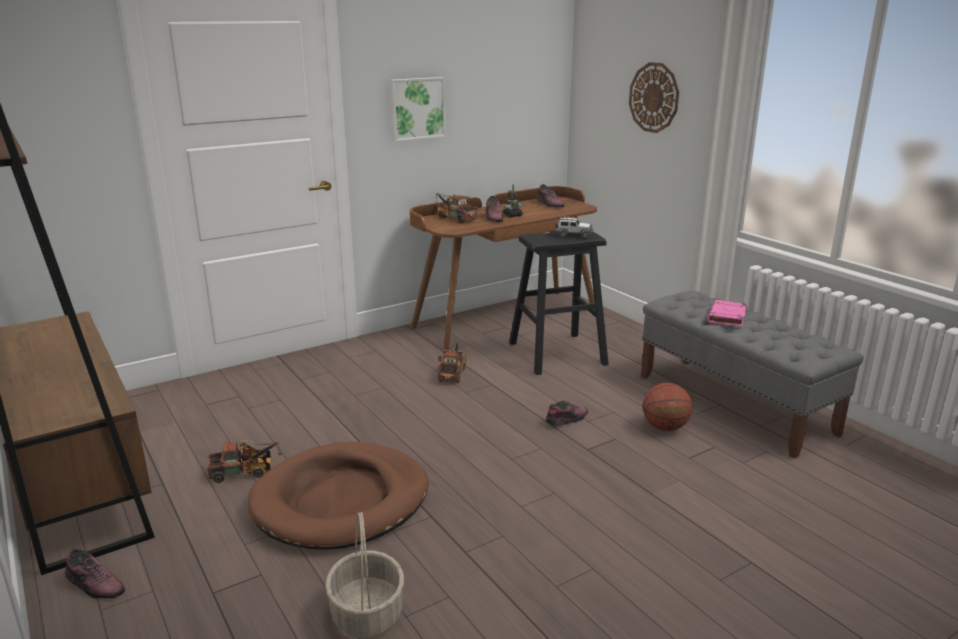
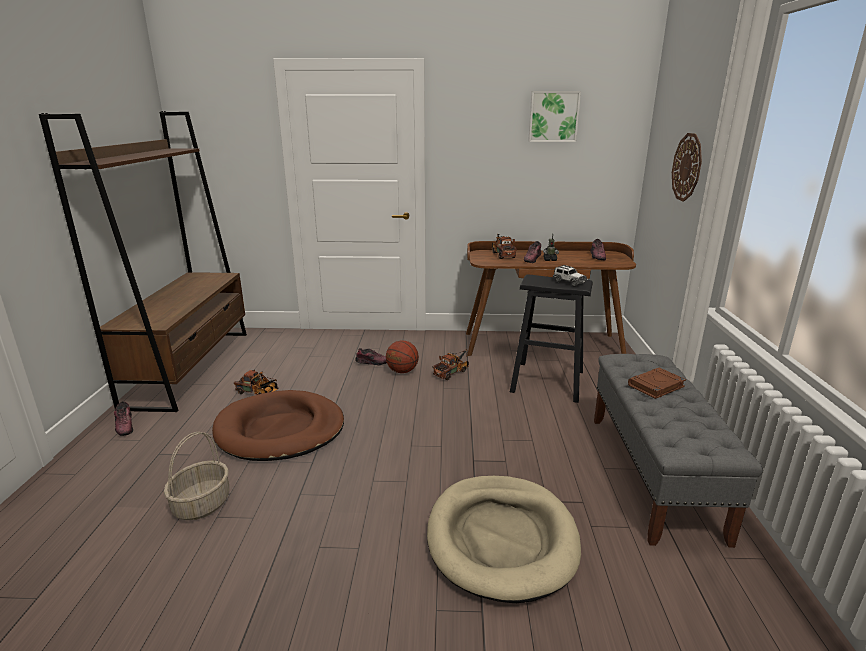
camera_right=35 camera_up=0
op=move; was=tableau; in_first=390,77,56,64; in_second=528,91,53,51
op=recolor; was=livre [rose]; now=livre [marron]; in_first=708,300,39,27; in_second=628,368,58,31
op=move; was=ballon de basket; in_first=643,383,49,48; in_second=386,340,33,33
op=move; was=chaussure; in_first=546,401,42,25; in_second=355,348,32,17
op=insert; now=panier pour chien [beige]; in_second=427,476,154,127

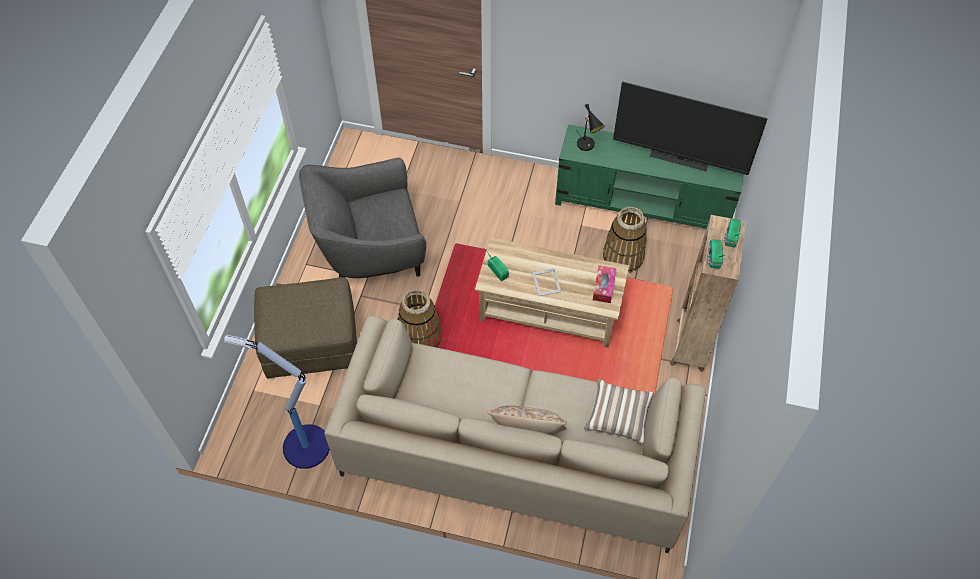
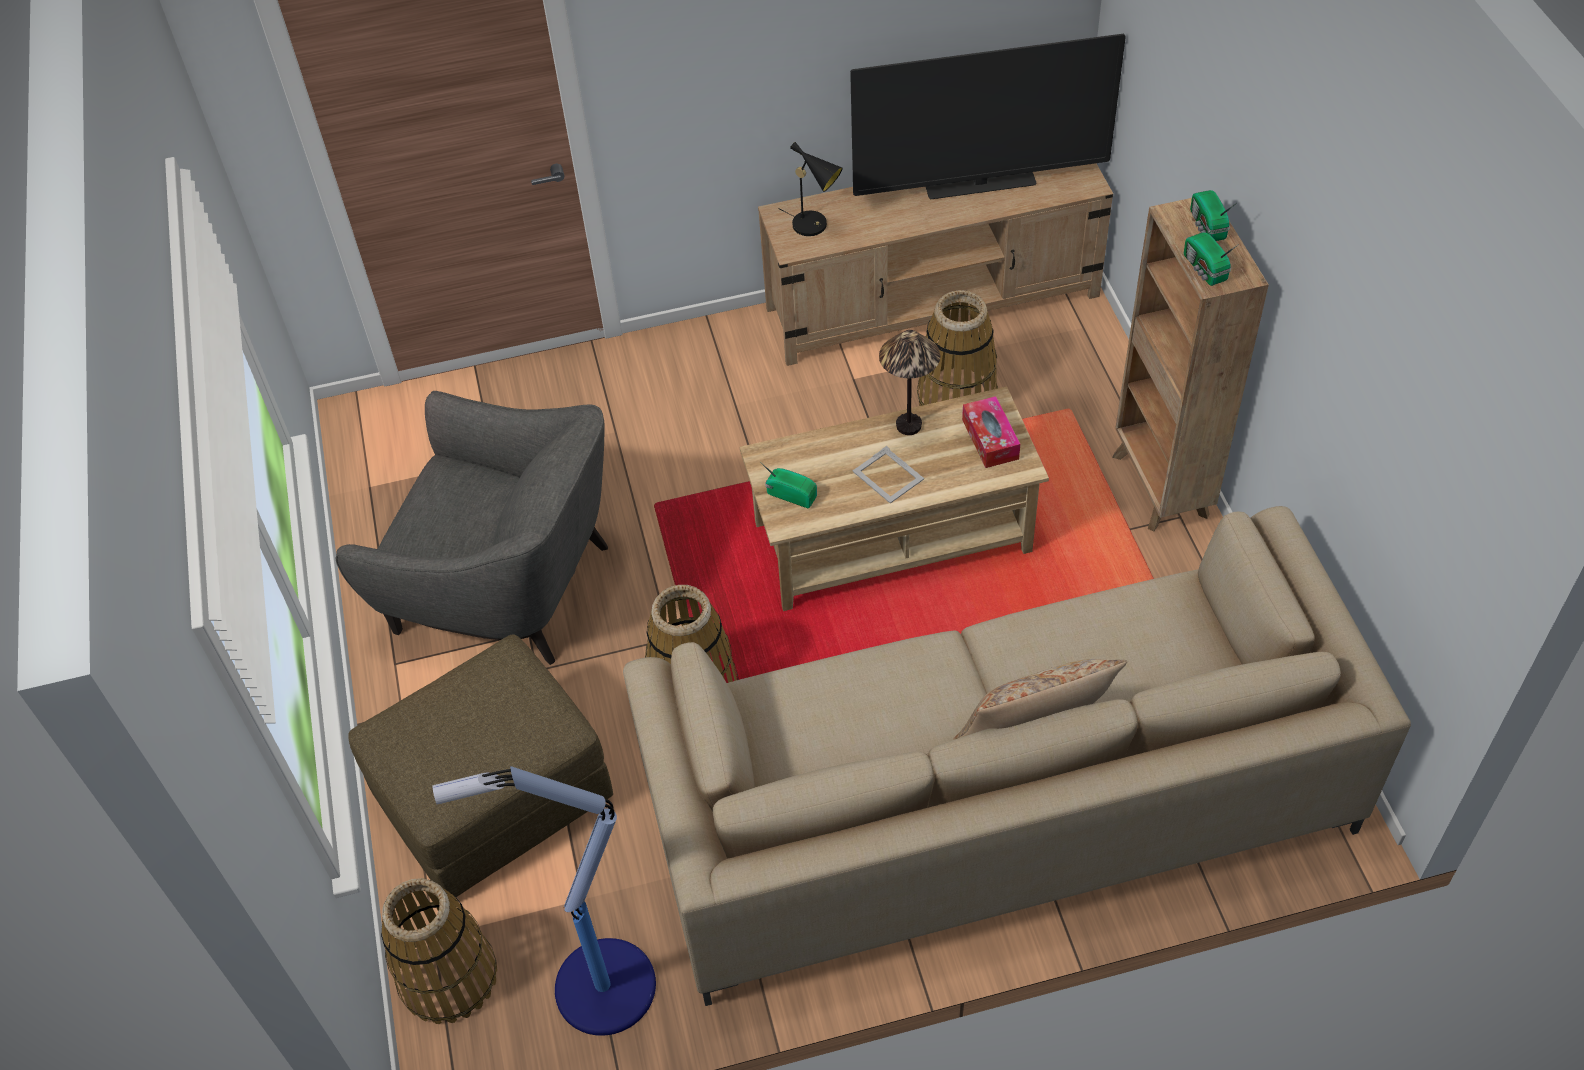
camera_right=-25 camera_up=-5
op=recolor; was=meuble télé [vert]; now=meuble télé [beige]; in_first=555,125,189,104; in_second=758,163,355,203
op=rotate; was=fauteuil [gris]; in_first=299,158,127,120; in_second=336,391,272,274; clockwise=-120
op=delete; was=coussin; in_first=584,379,70,65
op=insert; now=lampe de table; in_second=879,330,61,105
op=insert; now=panier; in_second=381,878,116,146

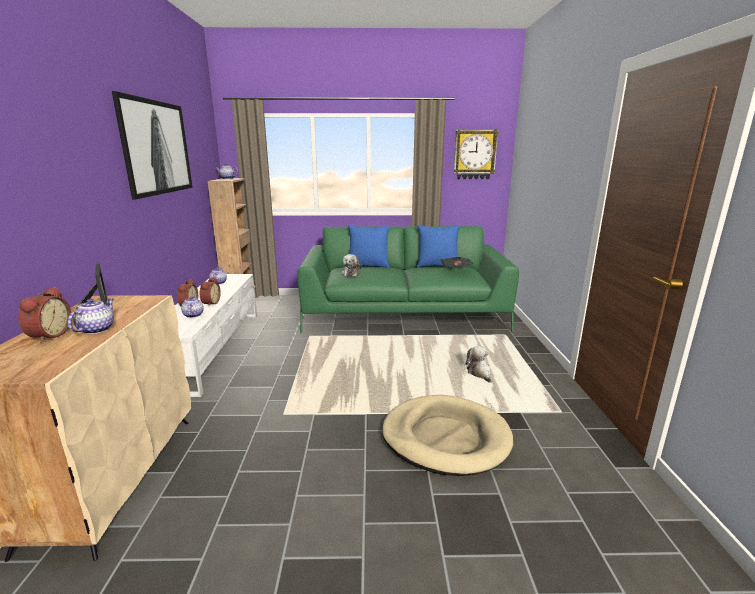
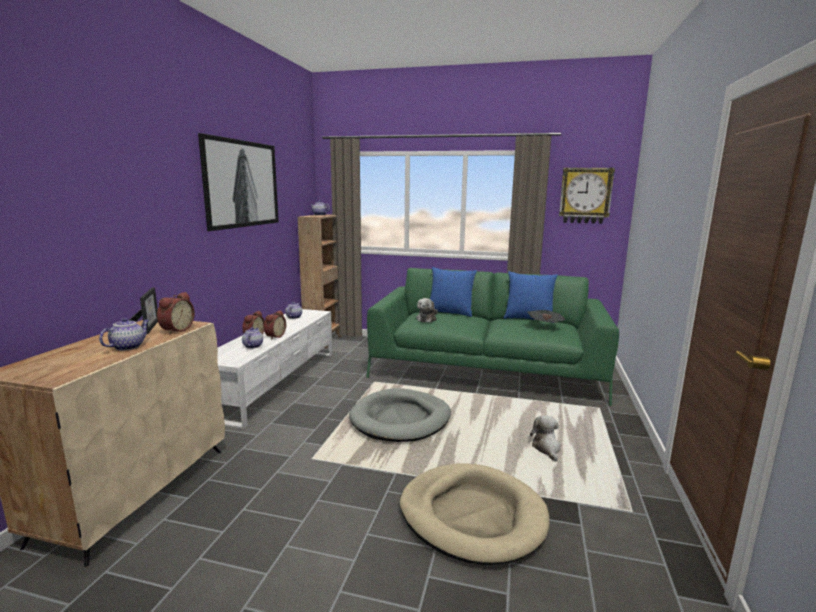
camera_right=15 camera_up=-5
op=move; was=réveil; in_first=18,287,53,56; in_second=157,292,38,42
op=insert; now=panier pour chien [gris]; in_second=349,388,102,54

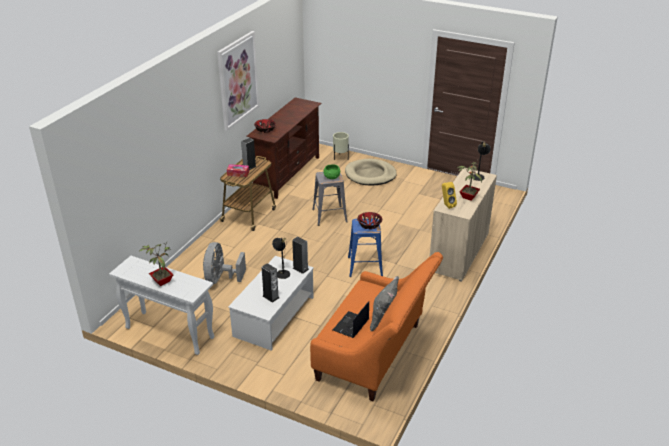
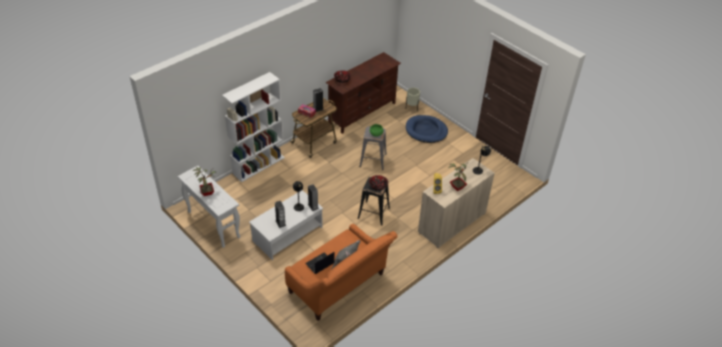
camera_right=20 camera_up=10
op=delete; was=tableau; in_first=217,31,42,100
op=recolor; was=panier pour chien [beige]; now=panier pour chien [bleu]; in_first=345,159,52,26; in_second=406,115,42,28
op=recolor; was=tabouret [bleu]; now=tabouret [noir]; in_first=348,218,35,59; in_second=358,177,32,49
op=delete; was=ventilateur [gris]; in_first=203,242,43,42
op=insert; now=bibliothèque [blanc]; in_second=222,72,63,110

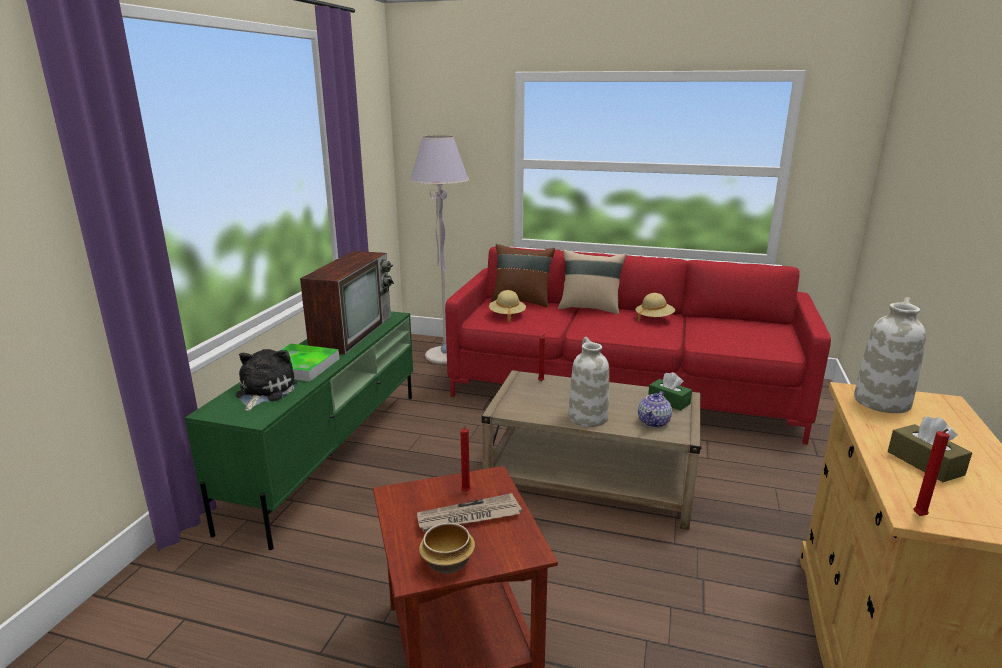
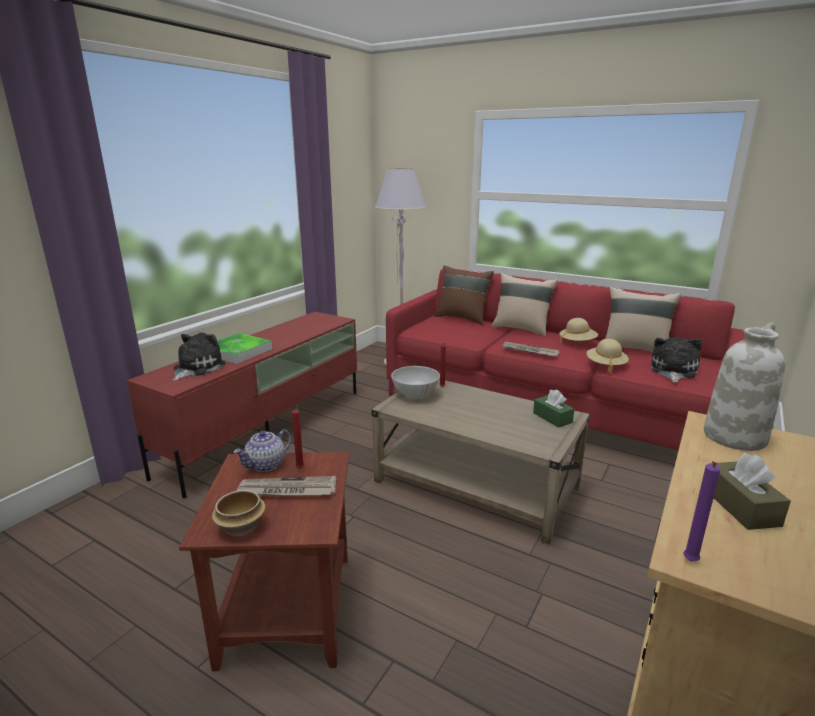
camera_right=15 camera_up=0
op=delete; was=téléviseur; in_first=300,251,94,104
op=move; was=chapeau [beige]; in_first=489,290,37,32; in_second=587,339,42,34
op=recolor; was=meuble télé [vert]; now=meuble télé [rouge]; in_first=185,311,228,239; in_second=127,312,230,186
op=delete; was=vase [blanc]; in_first=568,337,41,90
op=move; was=théière; in_first=638,391,34,37; in_second=233,429,59,43
op=recolor; was=bougie [rouge]; now=bougie [violet]; in_first=914,429,35,87; in_second=683,461,37,100
op=insert; now=coussin [beige]; in_second=605,287,76,65
op=insert; now=peluche; in_second=651,337,51,46
op=insert; now=journal; in_second=502,342,58,15
op=insert; now=bol [blanc]; in_second=391,366,49,33

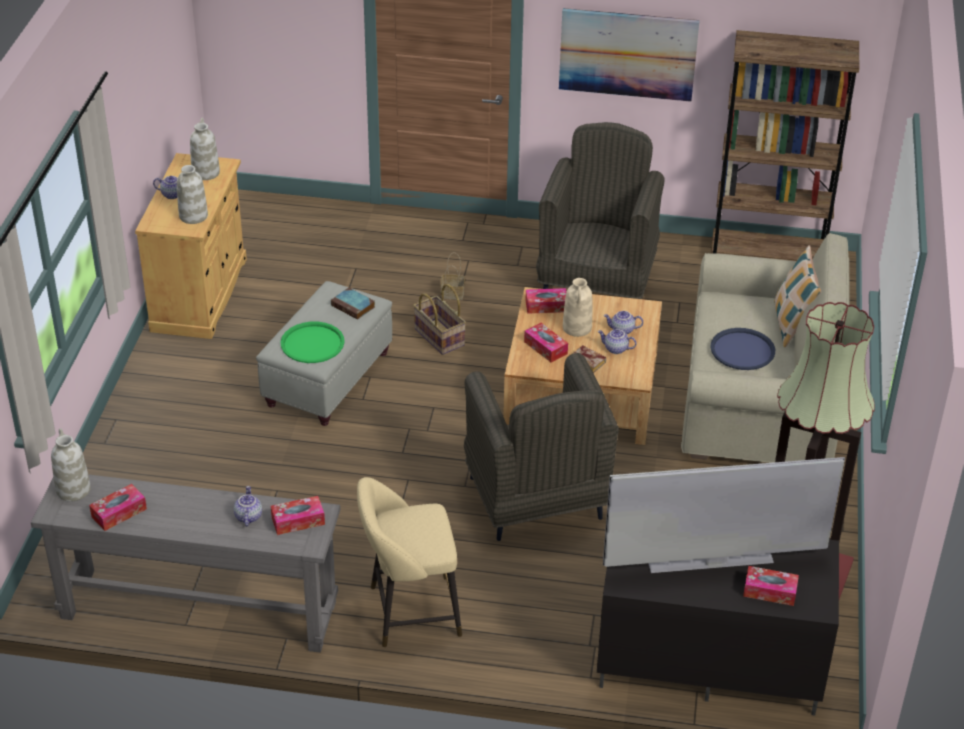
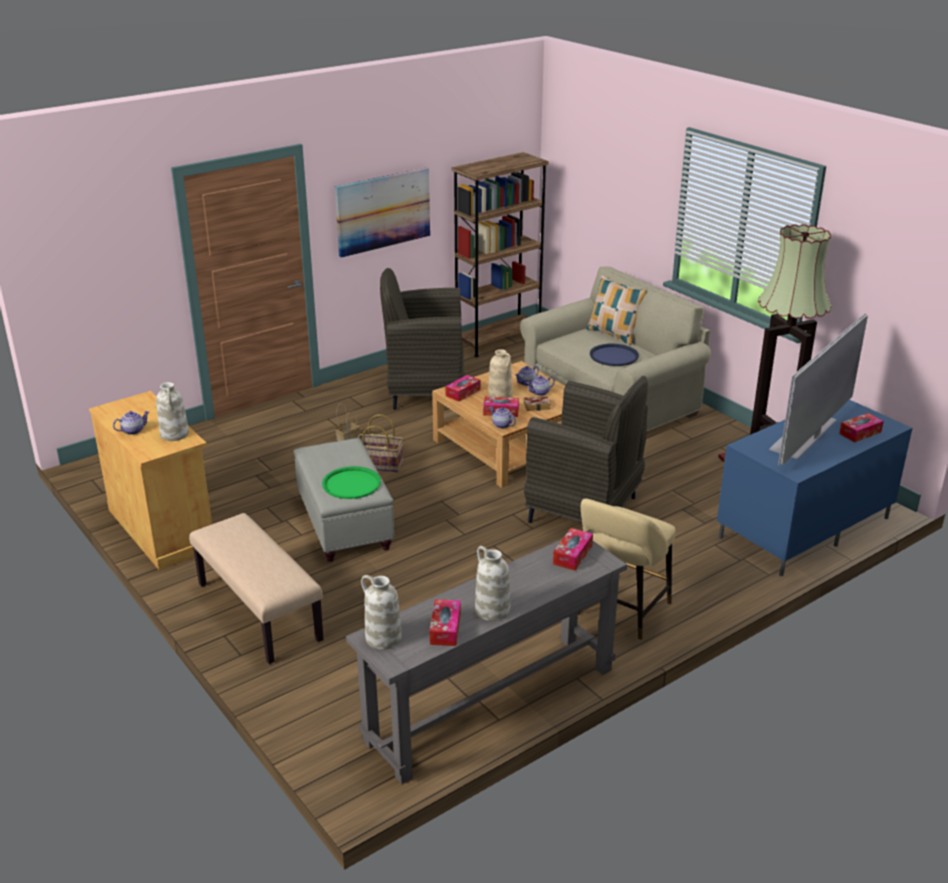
camera_right=-45 camera_up=-10
op=move; was=vase [blanc]; in_first=190,118,30,62; in_second=475,546,35,75
op=rotate; was=fauteuil [gris]; in_first=536,122,129,177; in_second=380,268,84,142; clockwise=-60
op=delete; was=livre; in_first=331,287,44,33
op=move; was=théière; in_first=234,486,28,40; in_second=489,406,27,22
op=recolor; was=meuble télé [noir]; now=meuble télé [bleu]; in_first=597,540,242,176; in_second=717,400,195,177
op=insert; now=banc [beige]; in_second=189,513,135,151

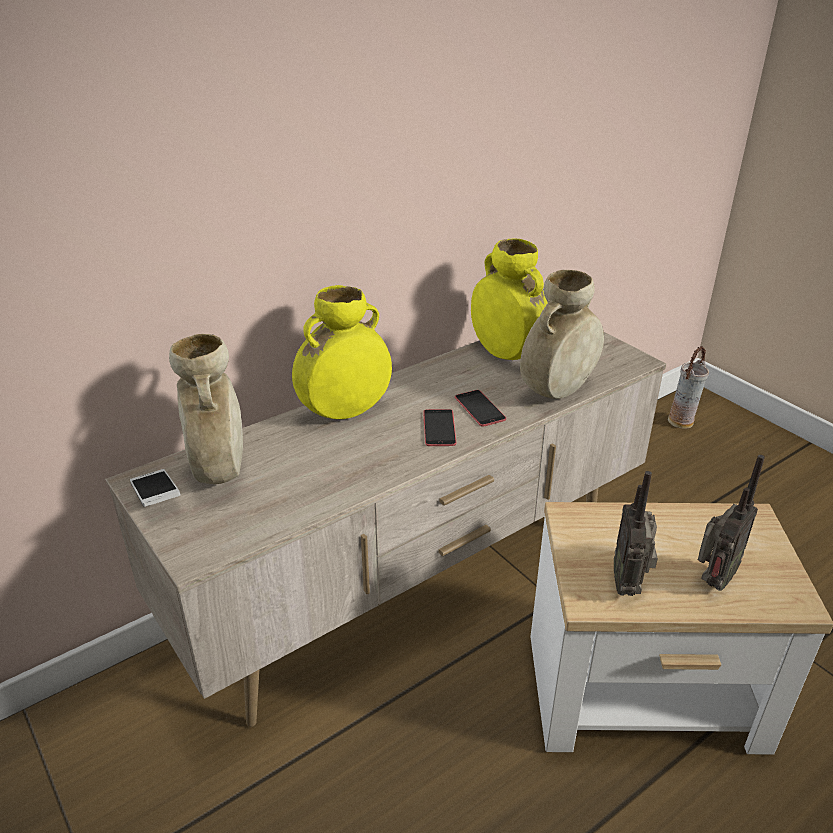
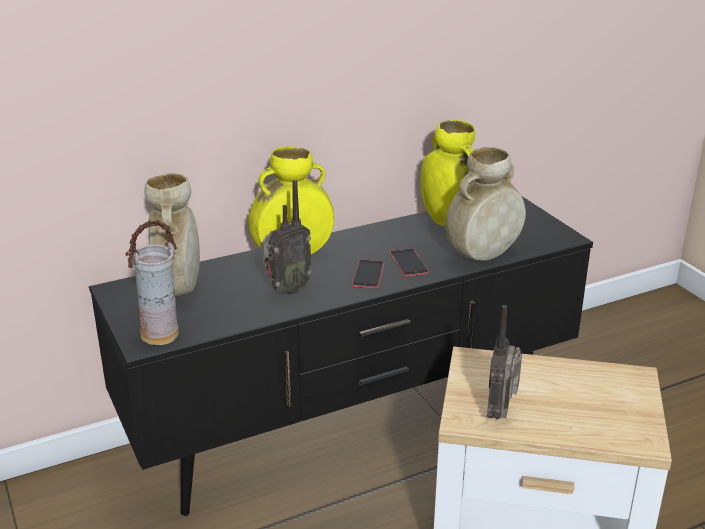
camera_right=10 camera_up=-5
op=recolor; was=meuble télé [beige]; now=meuble télé [noir]; in_first=105,332,561,395; in_second=89,197,504,319
op=move; was=vase; in_first=668,346,41,83; in_second=126,220,53,125
op=move; was=radio; in_first=698,455,67,136; in_second=262,180,50,115
op=delete; was=téléphone; in_first=130,469,50,38

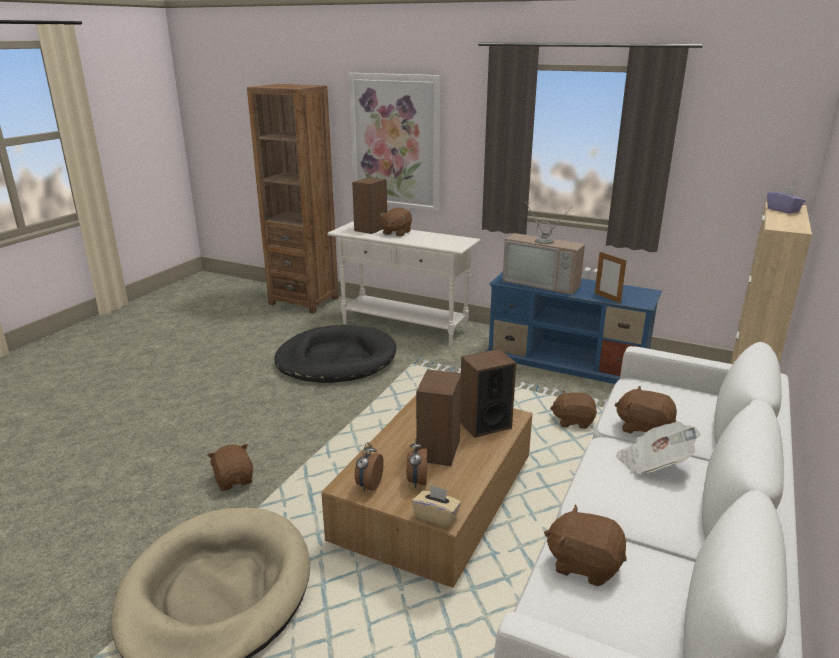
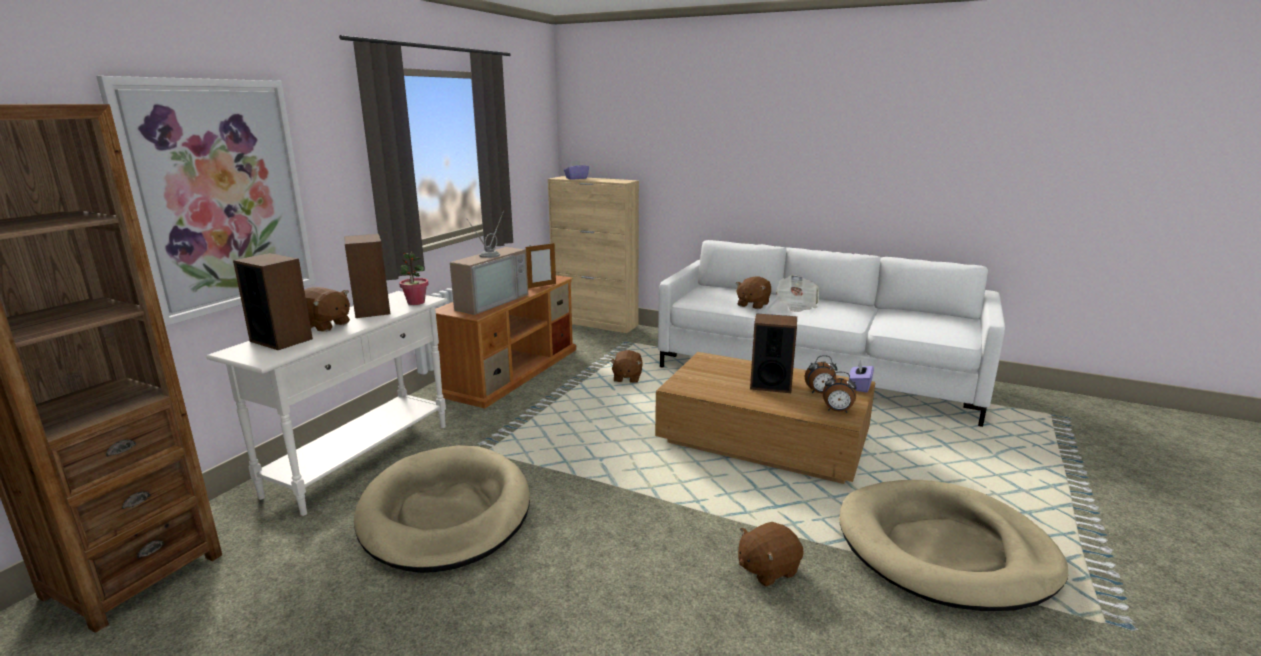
camera_right=-90 camera_up=-5
op=recolor; was=meuble télé [bleu]; now=meuble télé [marron]; in_first=486,272,176,112; in_second=435,275,141,133
op=recolor; was=panier pour chien [noir]; now=panier pour chien [beige]; in_first=274,325,122,58; in_second=354,445,176,128
op=move; was=enceinte; in_first=460,349,56,89; in_second=344,234,46,84
op=recolor; was=boîte à mouchoirs [beige]; now=boîte à mouchoirs [violet]; in_first=412,485,49,43; in_second=849,360,25,33
op=delete; was=peluche [marron]; in_first=544,504,83,82
op=insert; now=plante en pot; in_second=399,250,30,55

